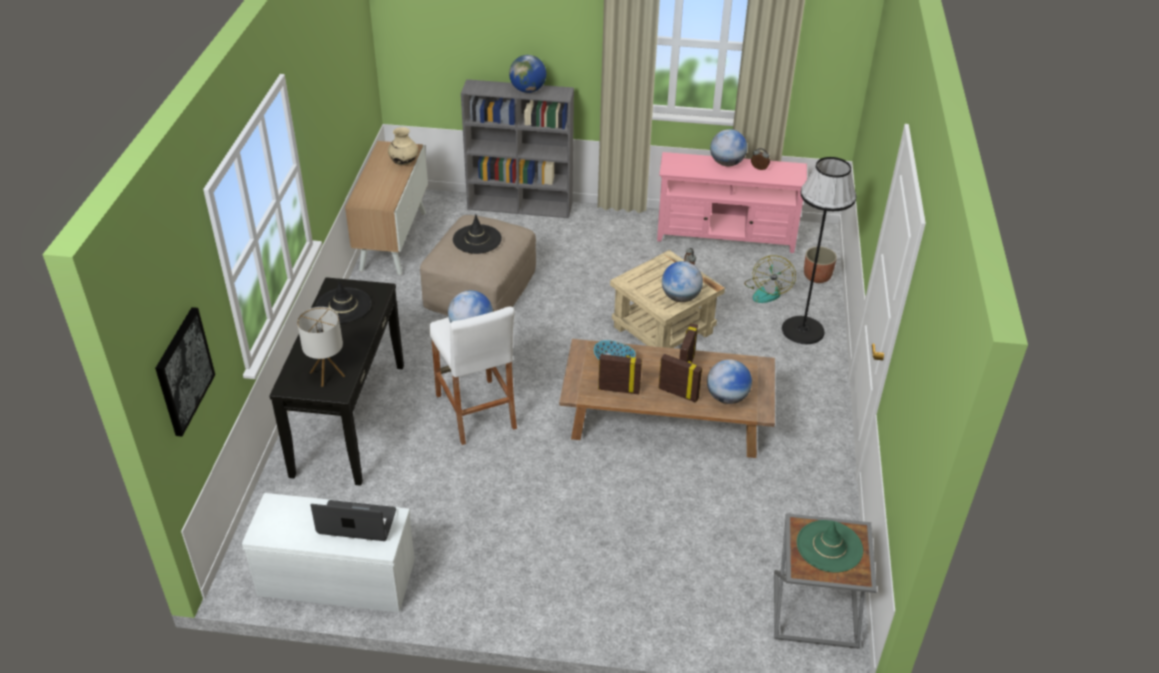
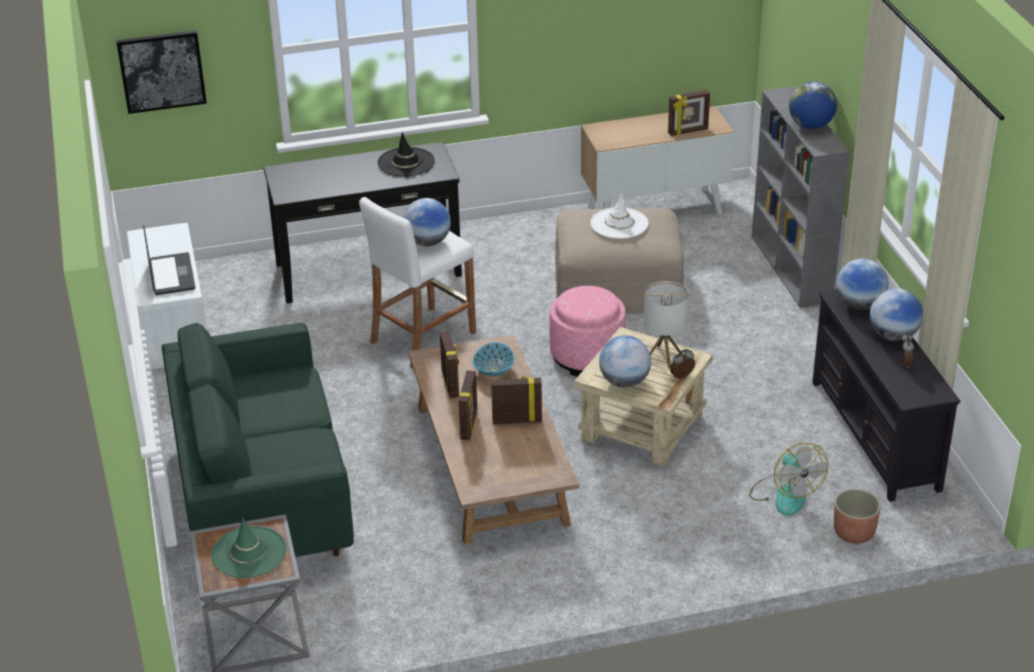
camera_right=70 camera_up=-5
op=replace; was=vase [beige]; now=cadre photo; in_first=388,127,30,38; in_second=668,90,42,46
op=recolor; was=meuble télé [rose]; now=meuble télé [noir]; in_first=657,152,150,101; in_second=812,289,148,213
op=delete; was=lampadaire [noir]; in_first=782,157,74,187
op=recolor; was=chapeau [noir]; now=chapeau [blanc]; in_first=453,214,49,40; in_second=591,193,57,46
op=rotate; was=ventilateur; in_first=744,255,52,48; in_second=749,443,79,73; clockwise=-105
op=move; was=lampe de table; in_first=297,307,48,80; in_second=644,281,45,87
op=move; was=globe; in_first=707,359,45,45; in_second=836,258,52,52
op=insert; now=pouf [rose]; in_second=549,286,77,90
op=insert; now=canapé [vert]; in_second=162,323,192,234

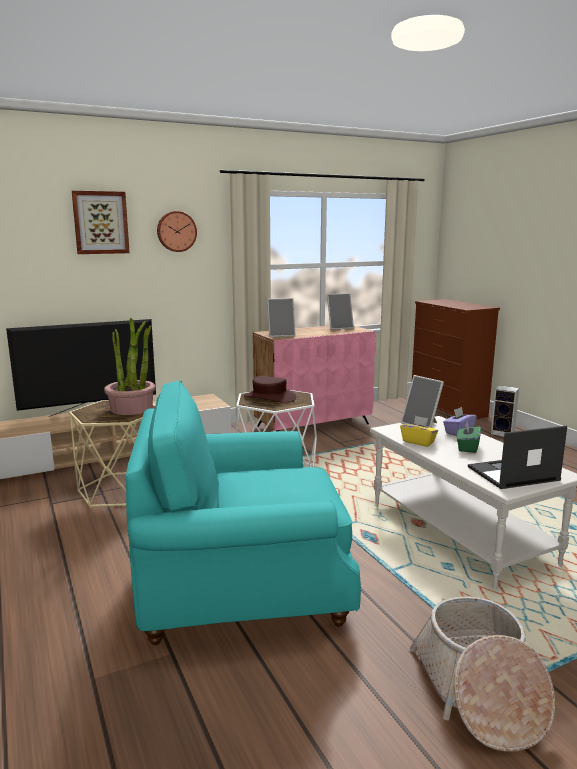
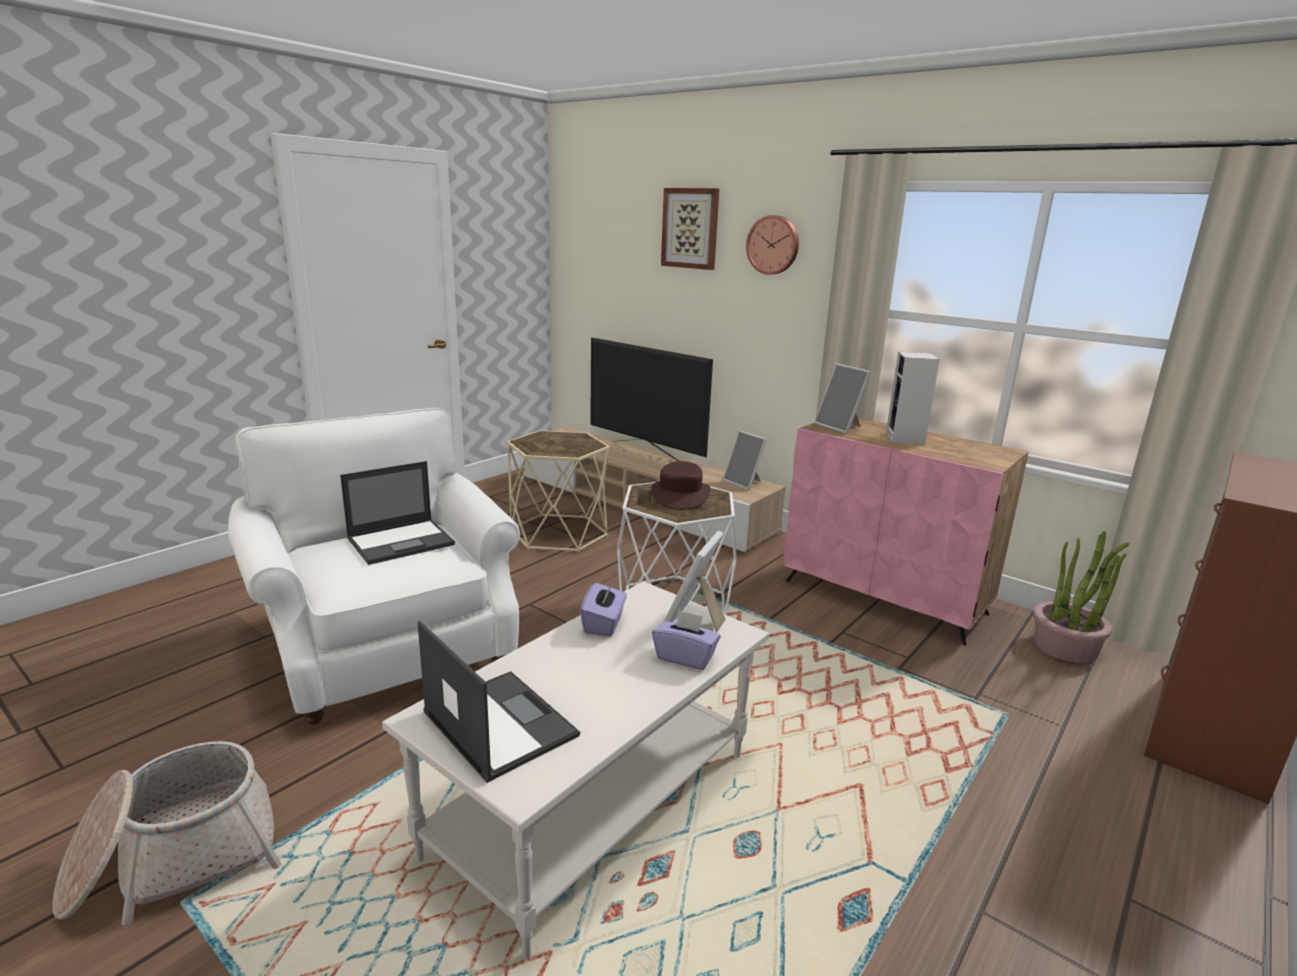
camera_right=65 camera_up=5
op=move; was=cadre photo; in_first=327,293,27,37; in_second=723,430,44,60
op=move; was=plante en pot; in_first=104,318,51,97; in_second=1033,531,96,132
op=recolor; was=fauteuil [turquoise]; now=fauteuil [blanc]; in_first=126,380,235,265; in_second=228,408,292,317
op=move; was=enceinte; in_first=491,385,28,52; in_second=886,351,54,94
op=recolor; was=boîte à mouchoirs [jaune]; now=boîte à mouchoirs [violet]; in_first=400,416,38,31; in_second=580,581,47,55
op=delete; was=boîte à mouchoirs [vert]; in_first=457,421,24,32
op=insert; now=ordinateur portable; in_second=340,461,115,104

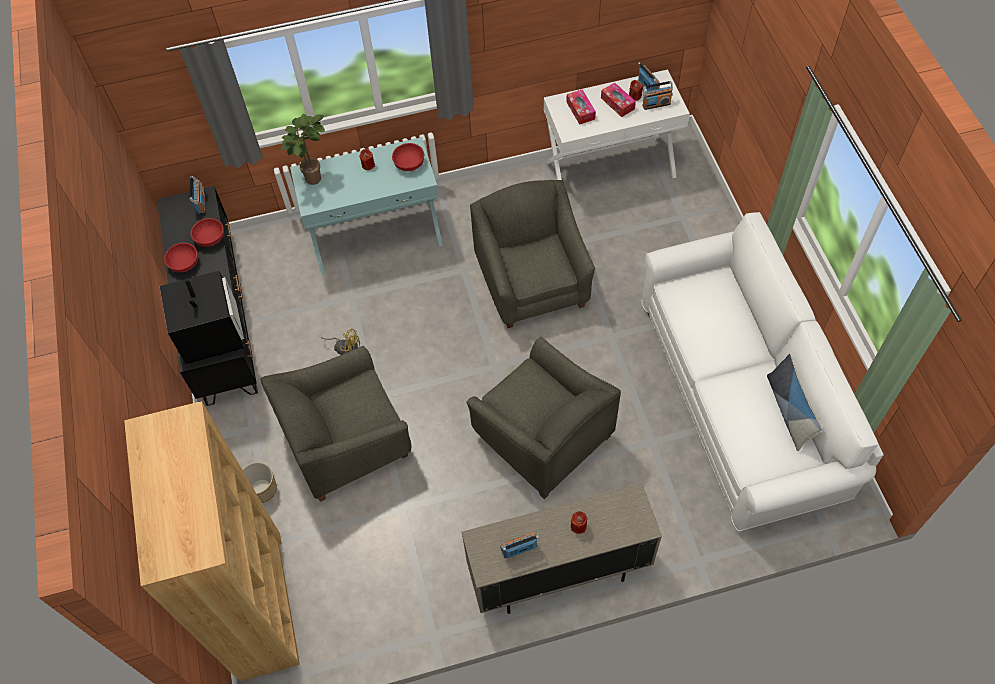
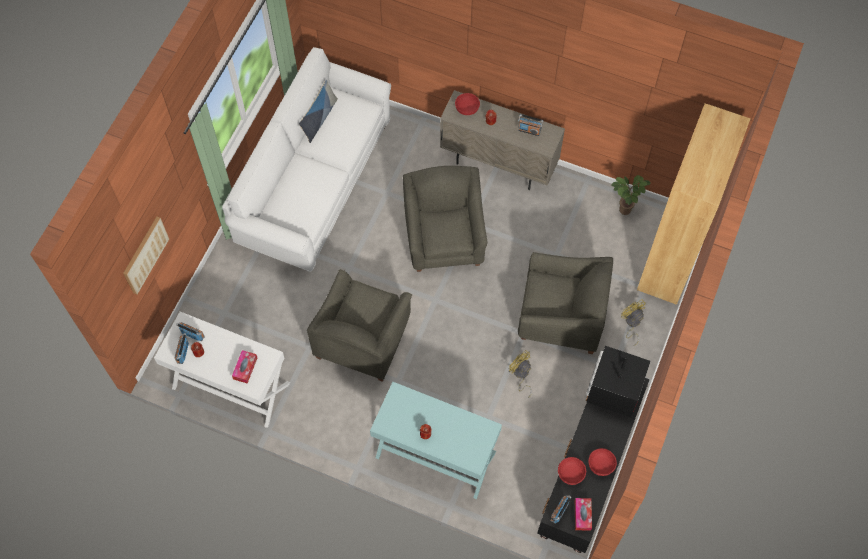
camera_right=-145 camera_up=5
op=move; was=boîte à mouchoirs; in_first=601,83,35,34; in_second=575,498,17,33
op=move; was=plante en pot; in_first=281,114,44,71; in_second=611,175,40,40
op=move; was=bol [rouge]; in_first=392,143,32,28; in_second=455,93,25,22
op=replace; was=cache-pot; now=ventilateur [jaune]; in_first=242,462,35,41; in_second=621,300,25,46
op=insert; now=tableau; in_second=123,217,46,78

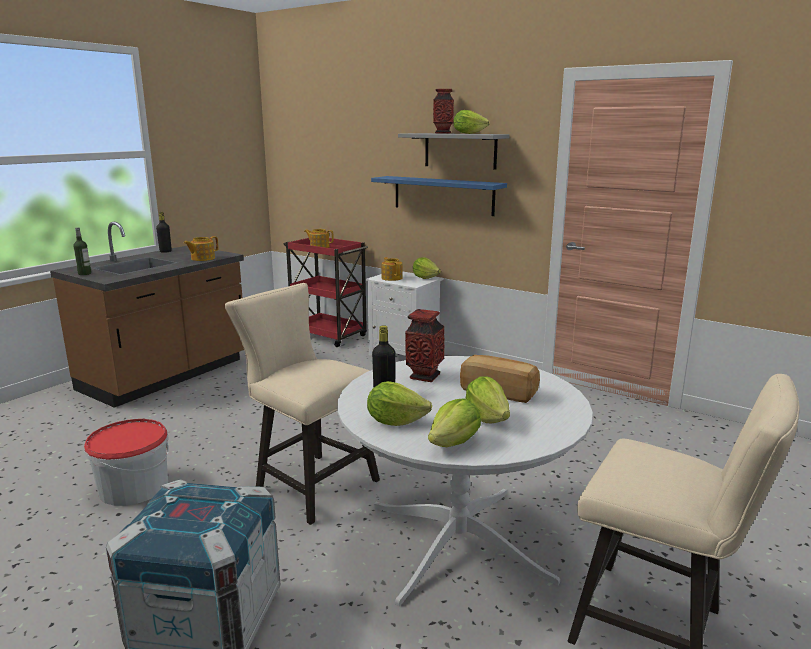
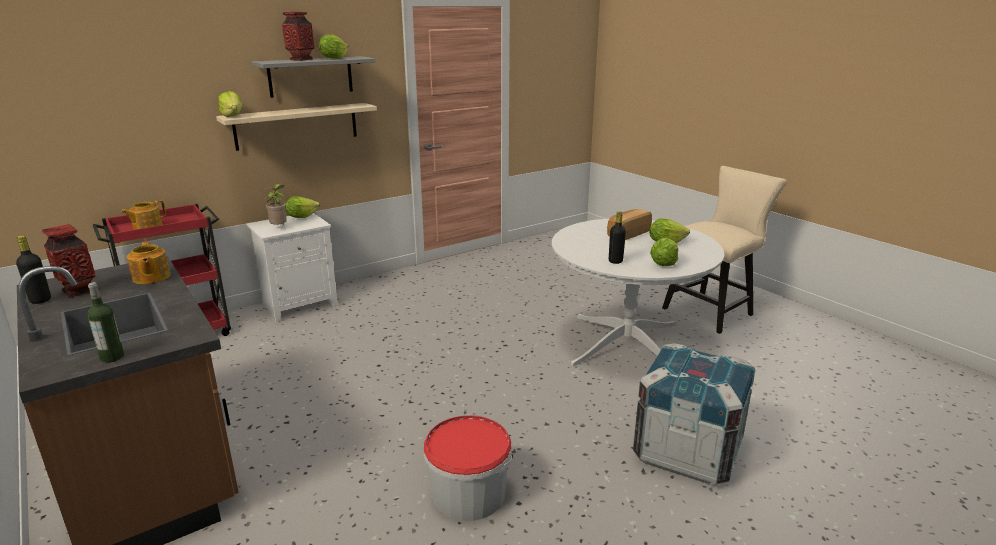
camera_right=-70 camera_up=5
op=recolor; was=étagère [bleu]; now=étagère [beige]; in_first=371,176,136,40; in_second=216,103,161,48
op=replace; was=théière; now=plante en pot; in_first=382,257,21,24; in_second=264,184,23,41
op=delete; was=chaise [beige]; in_first=225,283,155,242
op=move; was=vase; in_first=405,309,39,73; in_second=42,224,54,74
op=move; was=laitue; in_first=428,398,53,49; in_second=218,91,25,26

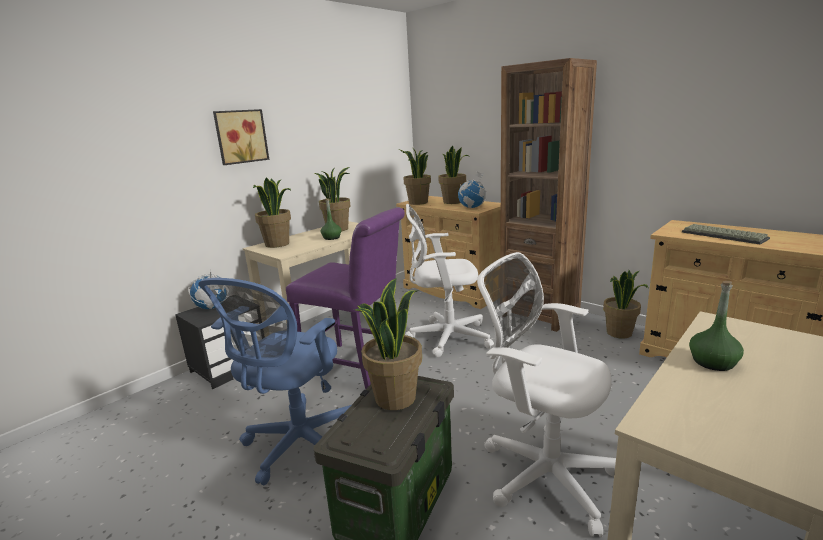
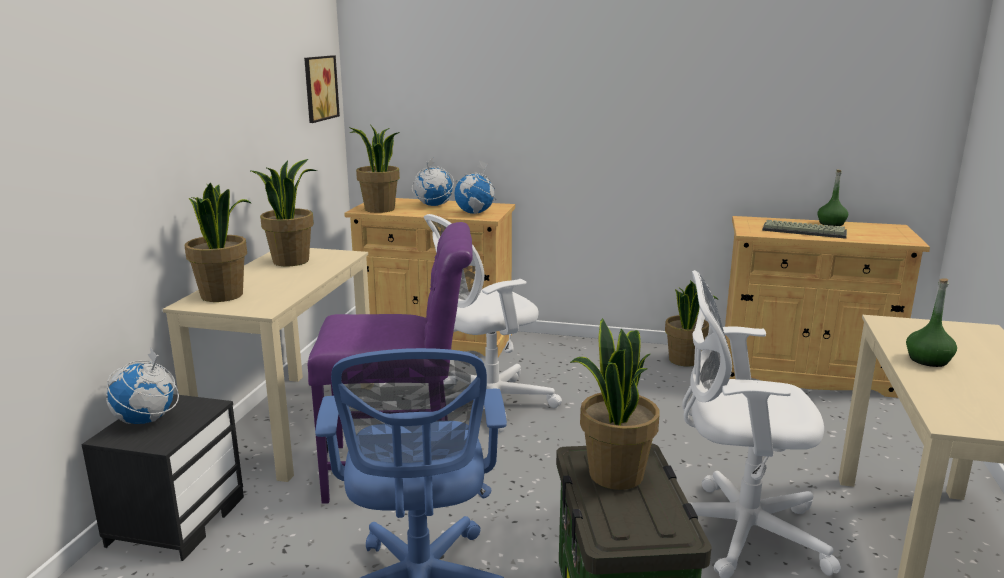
camera_right=-30 camera_up=0
op=delete; was=bibliothèque [marron]; in_first=500,58,97,274
op=move; was=tableau; in_first=213,109,56,56; in_second=304,55,36,68
op=replace; was=plante en pot; now=globe; in_first=438,146,32,58; in_second=412,158,42,48
op=move; was=bouteille [vert]; in_first=321,199,20,41; in_second=817,169,31,57

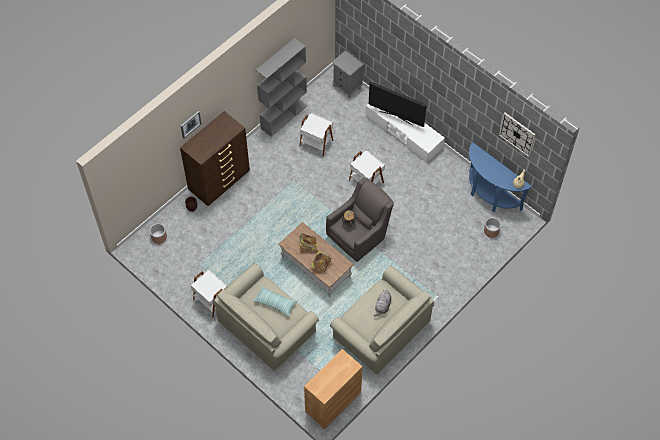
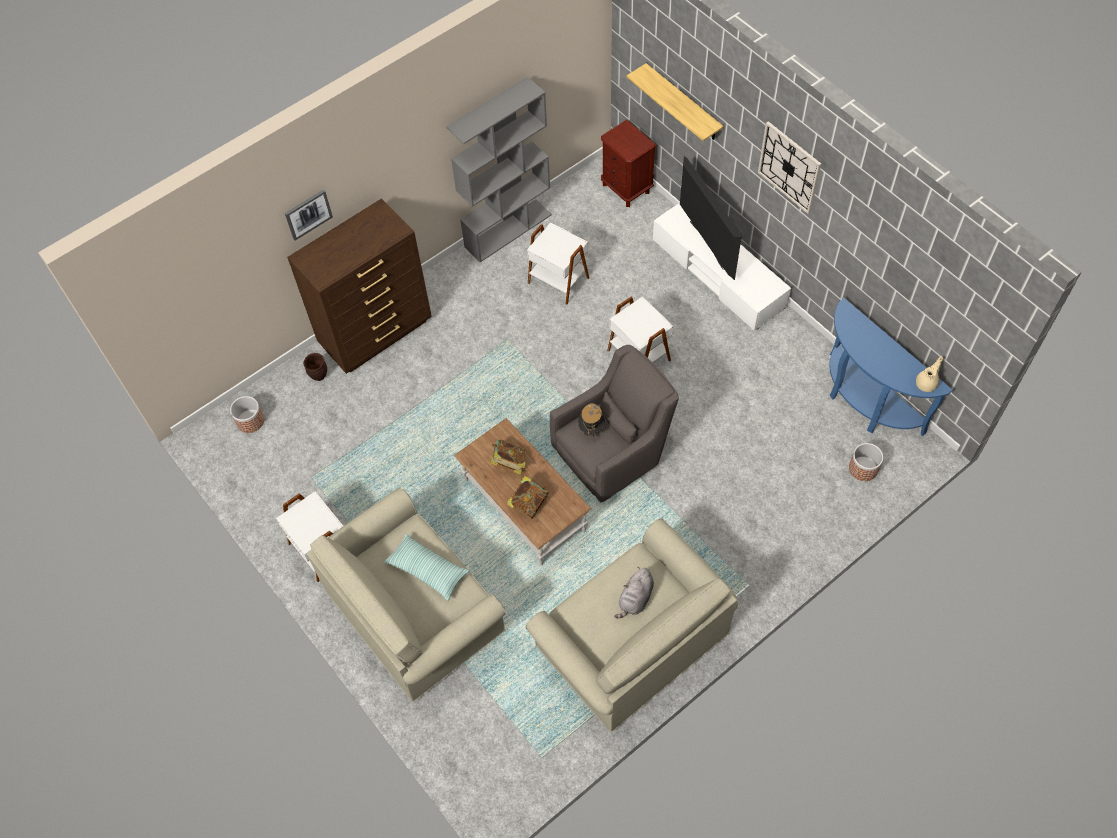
camera_right=10 camera_up=0
op=recolor; was=table de chevet [gris]; now=table de chevet [marron]; in_first=332,51,32,47; in_second=601,120,55,87
op=rotate; was=téléviseur; in_first=369,82,58,45; in_second=680,156,62,124; clockwise=-150
op=move; was=horloge murale; in_first=499,112,37,45; in_second=758,121,63,93
op=delete; was=meuble de rangement [marron]; in_first=304,349,59,80
op=insert; now=étagère; in_second=626,63,98,78

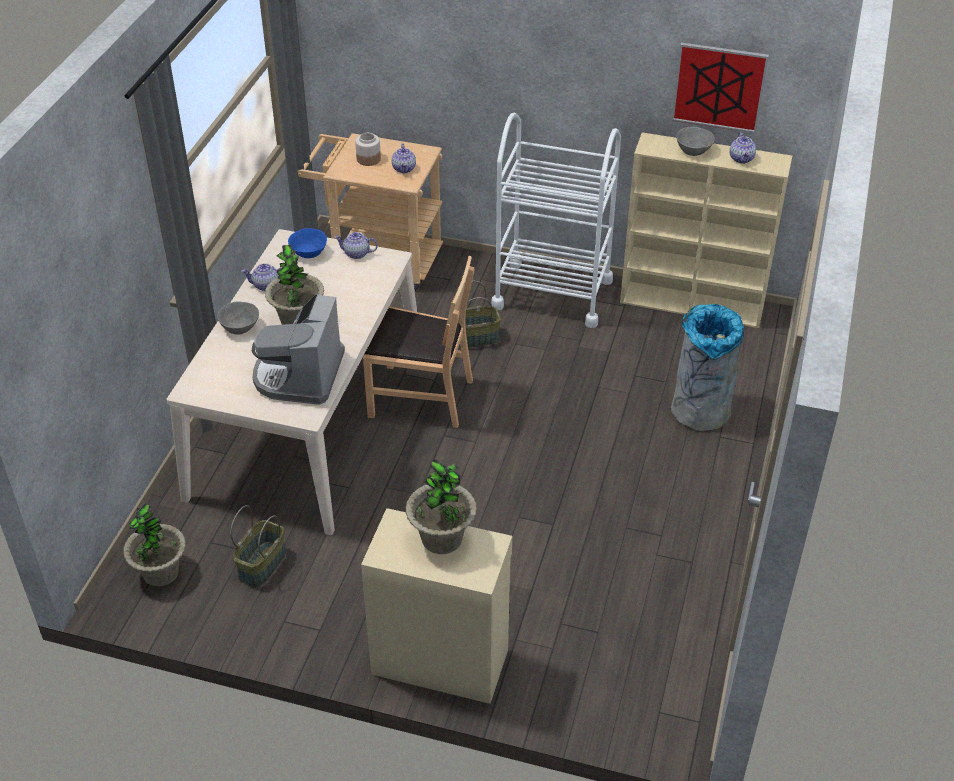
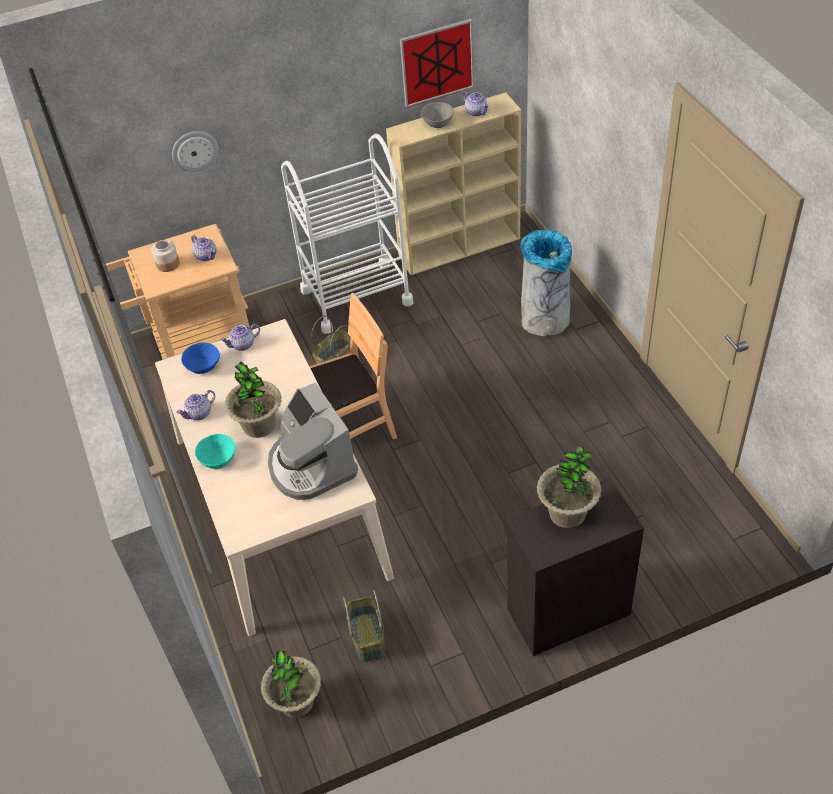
camera_right=-35 camera_up=5
op=recolor; was=bol [gris]; now=bol [turquoise]; in_first=217,301,42,34; in_second=195,434,40,35
op=recolor; was=meuble de rangement [beige]; now=meuble de rangement [noir]; in_first=361,508,151,196; in_second=504,478,140,178
op=insert; now=horloge murale; in_second=172,131,46,41

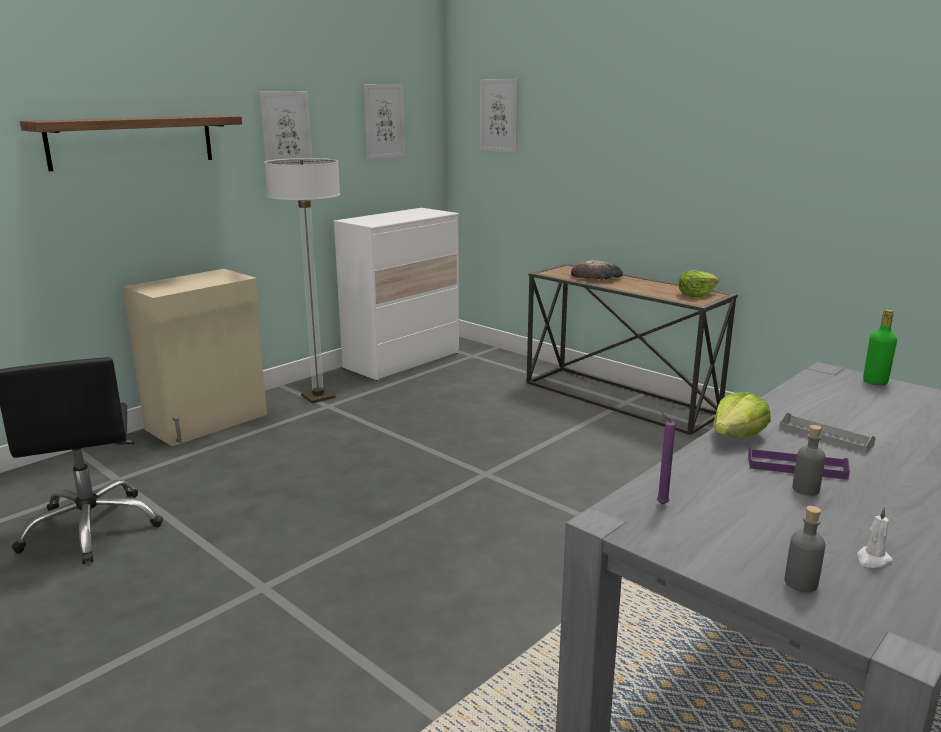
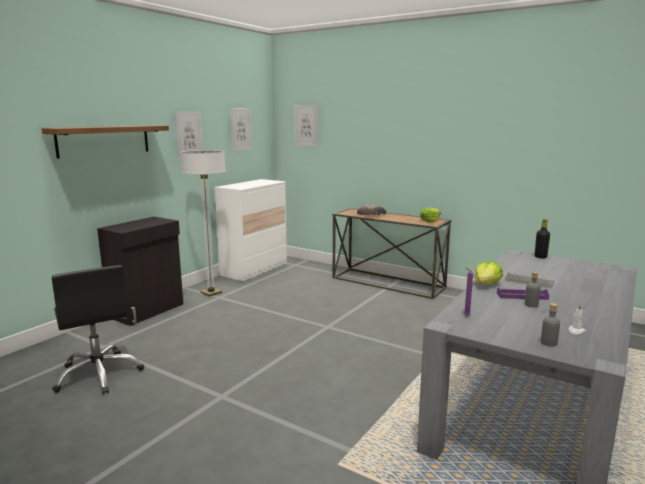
camera_right=-10 camera_up=-5
op=recolor; was=meuble de rangement [beige]; now=meuble de rangement [noir]; in_first=123,269,144,177; in_second=97,217,86,109
op=recolor; was=bouteille [vert]; now=bouteille [noir]; in_first=863,309,34,77; in_second=534,219,16,40

